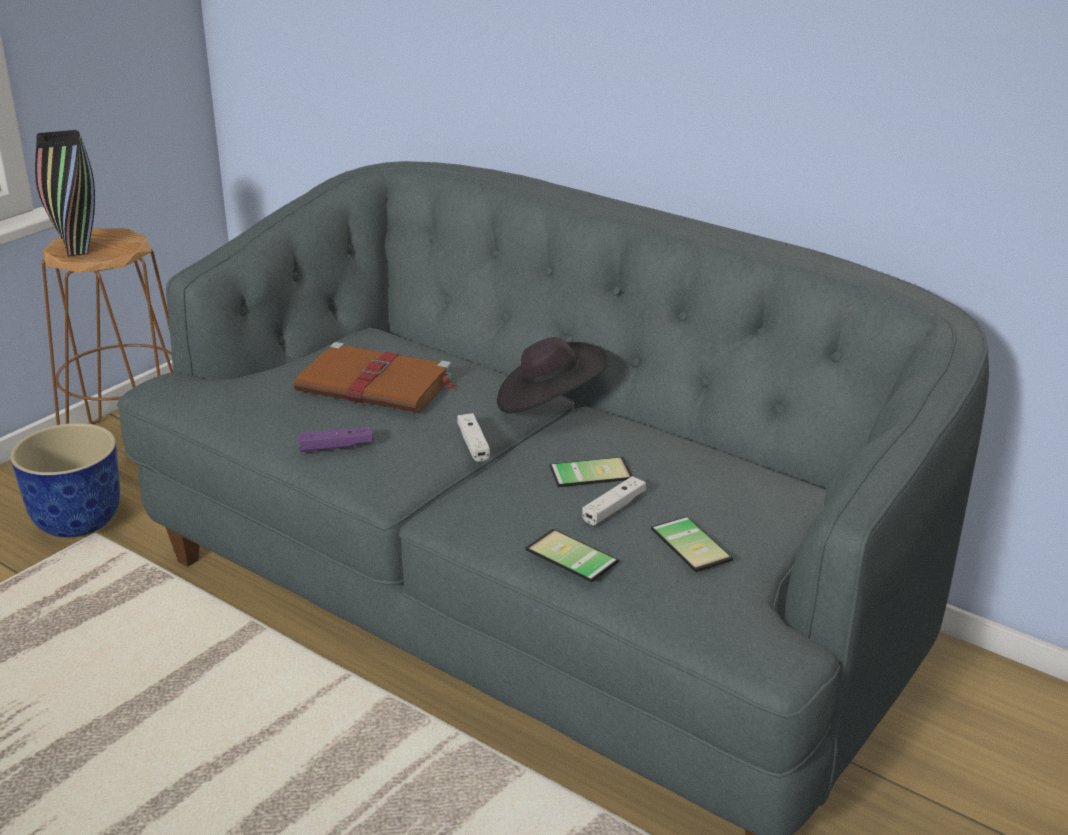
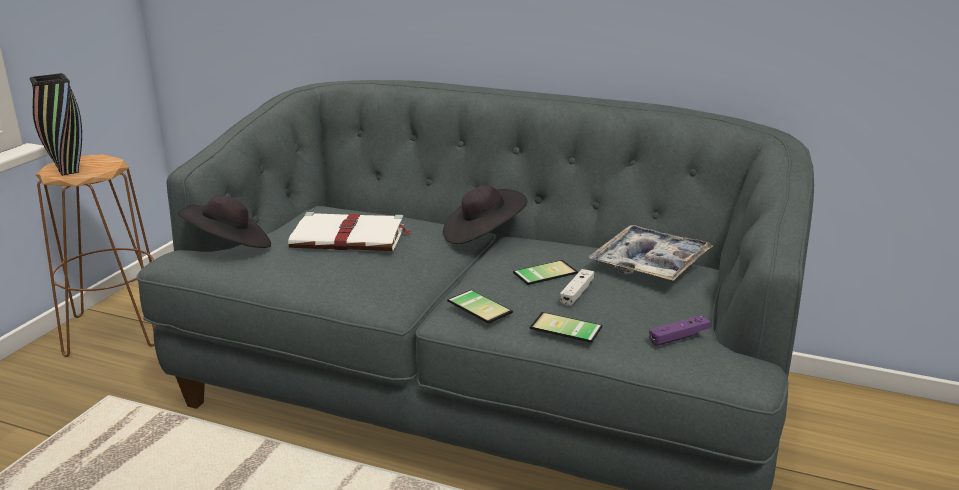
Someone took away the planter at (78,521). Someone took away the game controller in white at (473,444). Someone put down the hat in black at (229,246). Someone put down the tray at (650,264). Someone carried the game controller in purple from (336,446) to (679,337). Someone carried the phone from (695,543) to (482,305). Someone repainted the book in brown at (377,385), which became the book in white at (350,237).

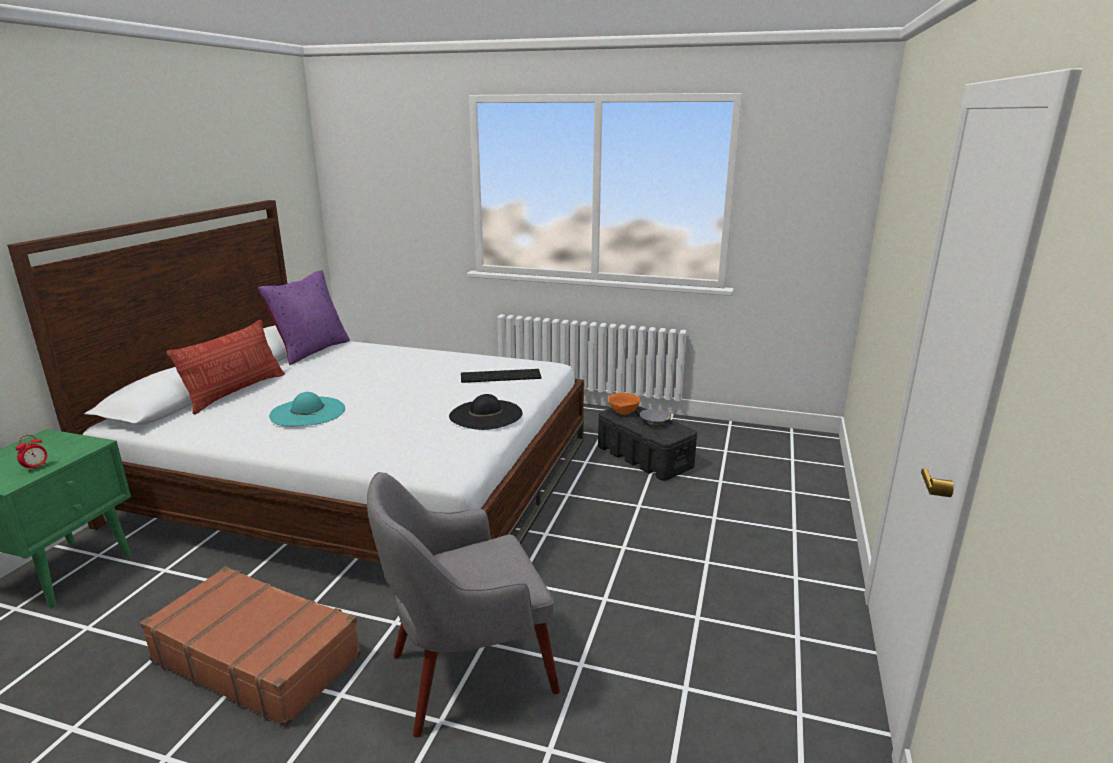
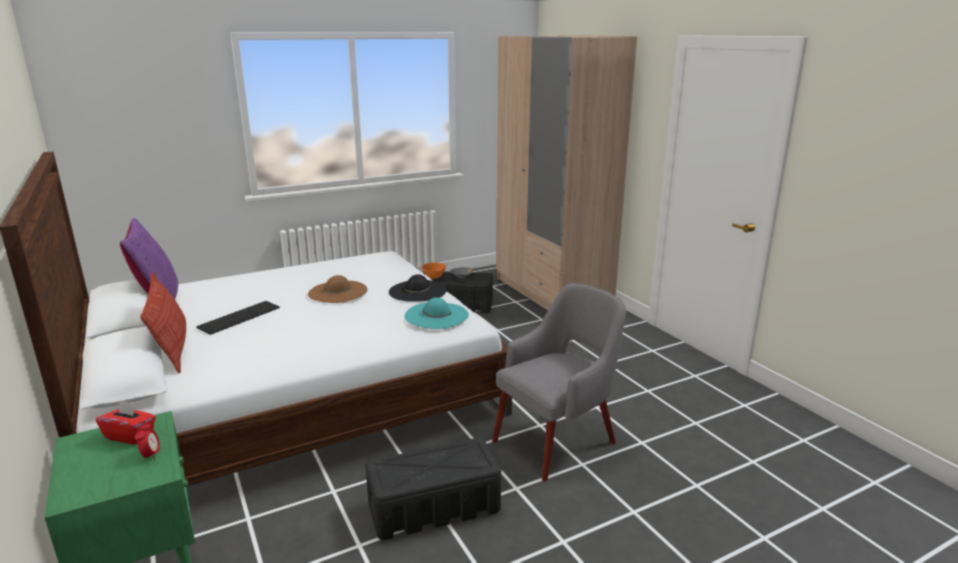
Someone put down the tissue box in red at (130,435). Someone put down the hat in brown at (337,292). Someone put down the wardrobe in beige at (552,293). Someone carried the hat in turquoise from (307,412) to (436,315). Someone carried the keyboard from (501,375) to (239,317). Someone swapped the suitcase in brown at (257,657) for the storage box in black at (433,507). Someone rotated the armchair in grey at (467,673) by 150 degrees counterclockwise.

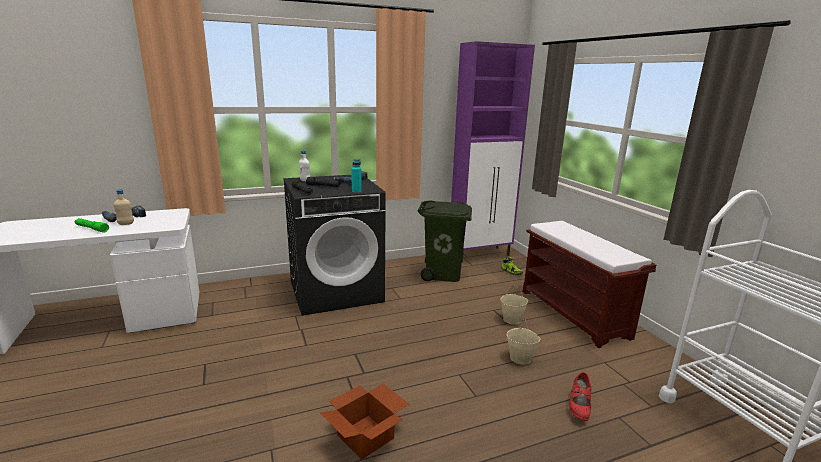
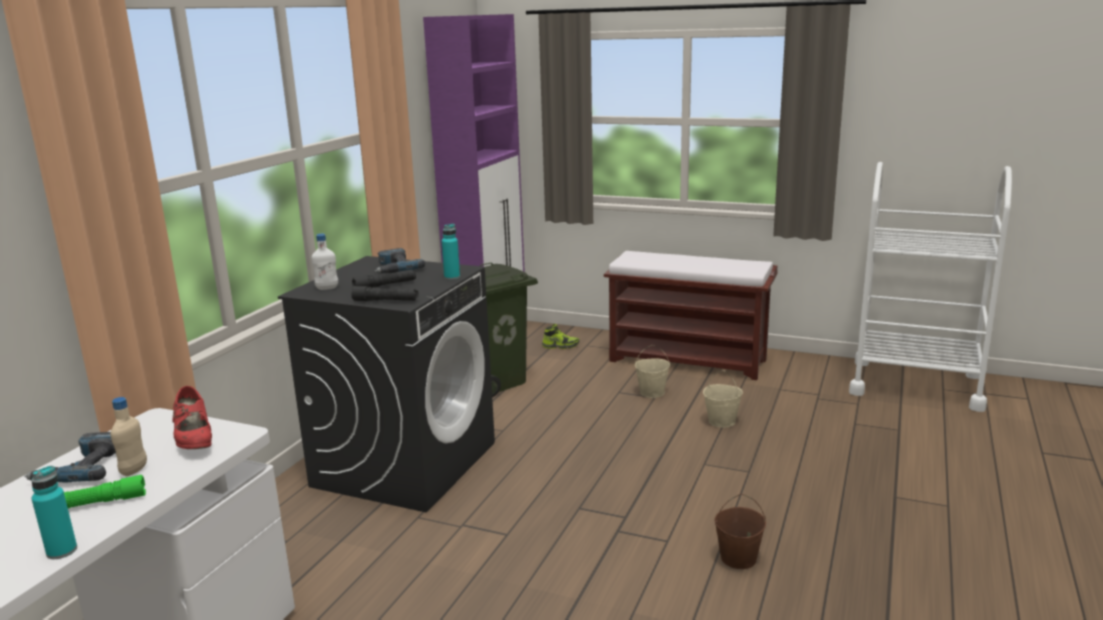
Someone put down the bottle in turquoise at (62,551). Someone carried the shoe in red from (579,407) to (194,441). Someone swapped the cardboard box at (367,436) for the bucket in brown at (738,558).

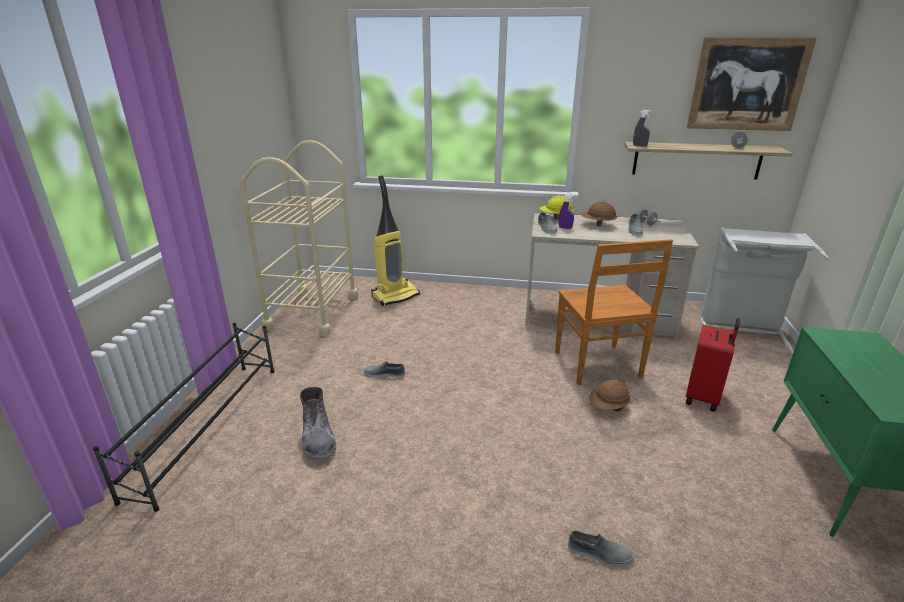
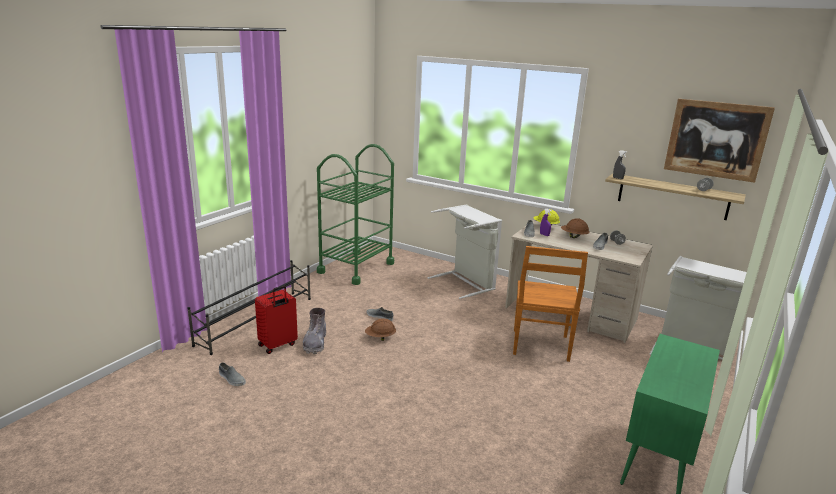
Someone took away the vacuum cleaner at (395,296). Someone put down the laundry basket in grey at (466,283). Someone carried the shoe in grey from (600,554) to (231,379). Someone carried the hard hat in brown from (608,407) to (380,338). Someone carried the suitcase in red from (703,397) to (278,345). Someone repainted the cart in beige at (313,312), which became the cart in green at (356,268).

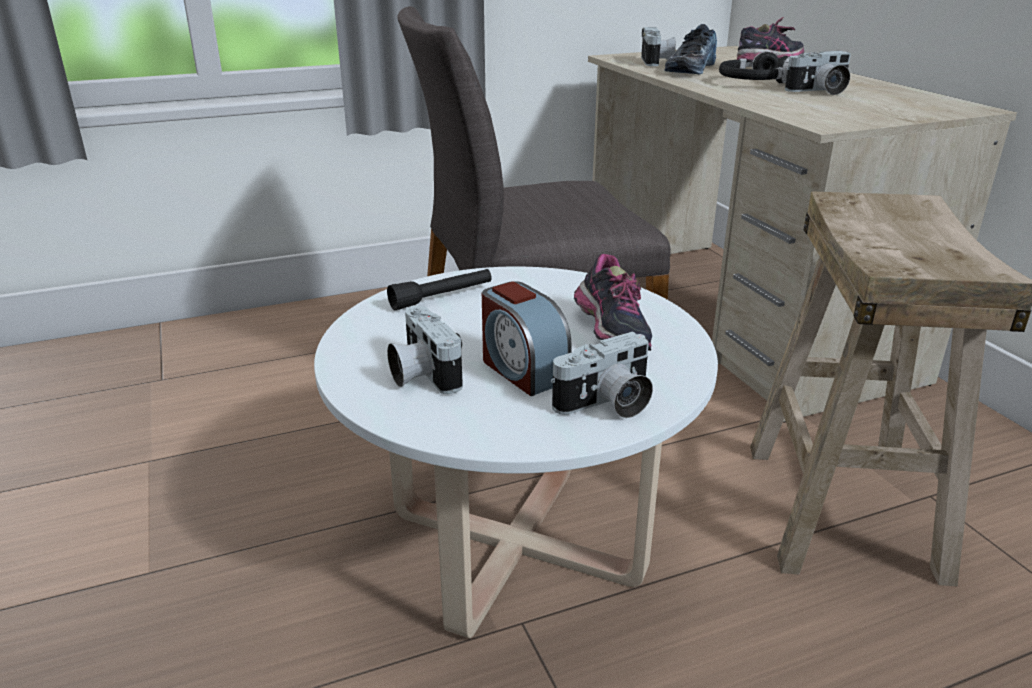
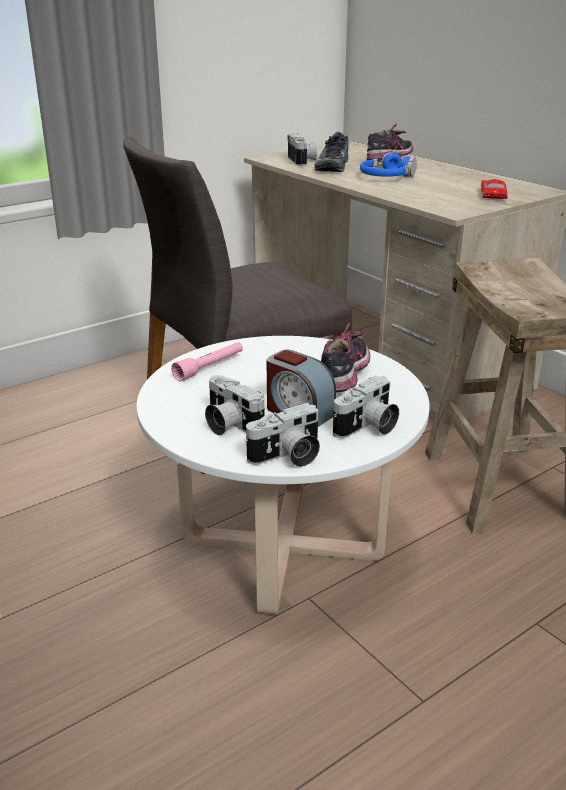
Someone put down the toy car in red at (493,194). Someone carried the photo camera from (819,91) to (287,457). Someone repainted the flashlight in black at (442,297), which became the flashlight in pink at (209,367). Someone repainted the headphones in black at (754,82), which became the headphones in blue at (386,177). Someone rotated the shoe at (610,334) by 135 degrees counterclockwise.

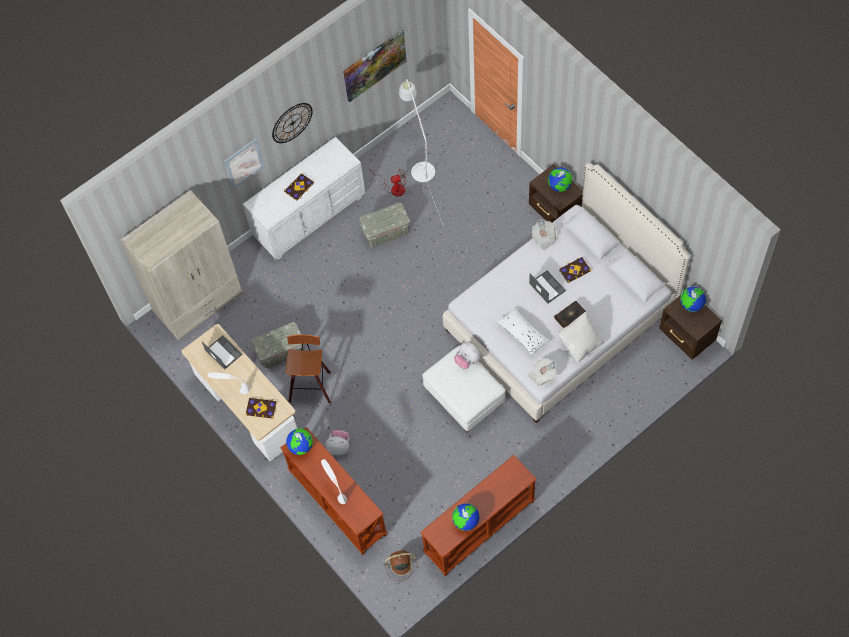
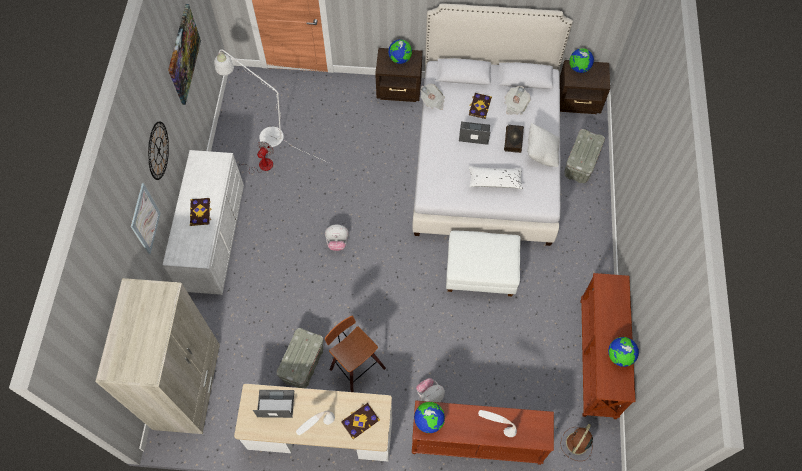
Someone carried the storage box in grey from (385,233) to (580,165). Someone carried the plush toy from (467,360) to (337,242). Someone carried the newspaper from (542,374) to (515,105).

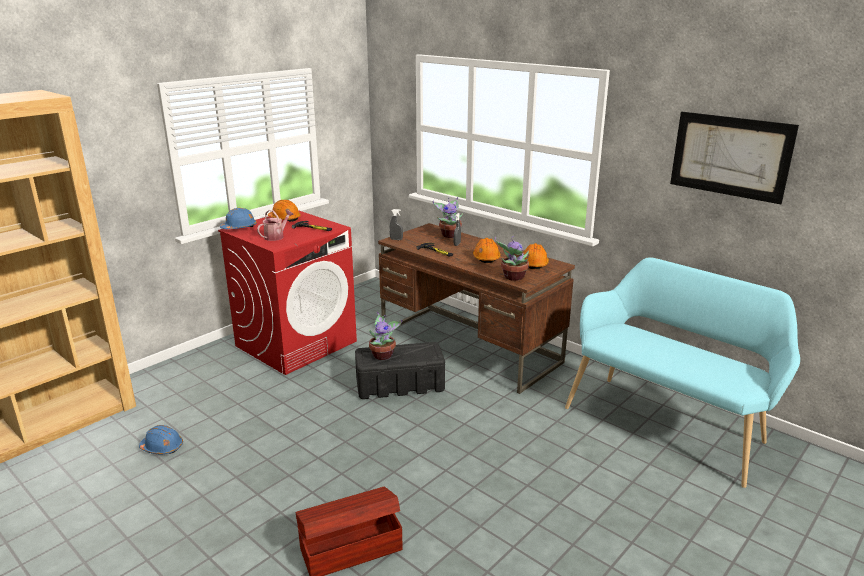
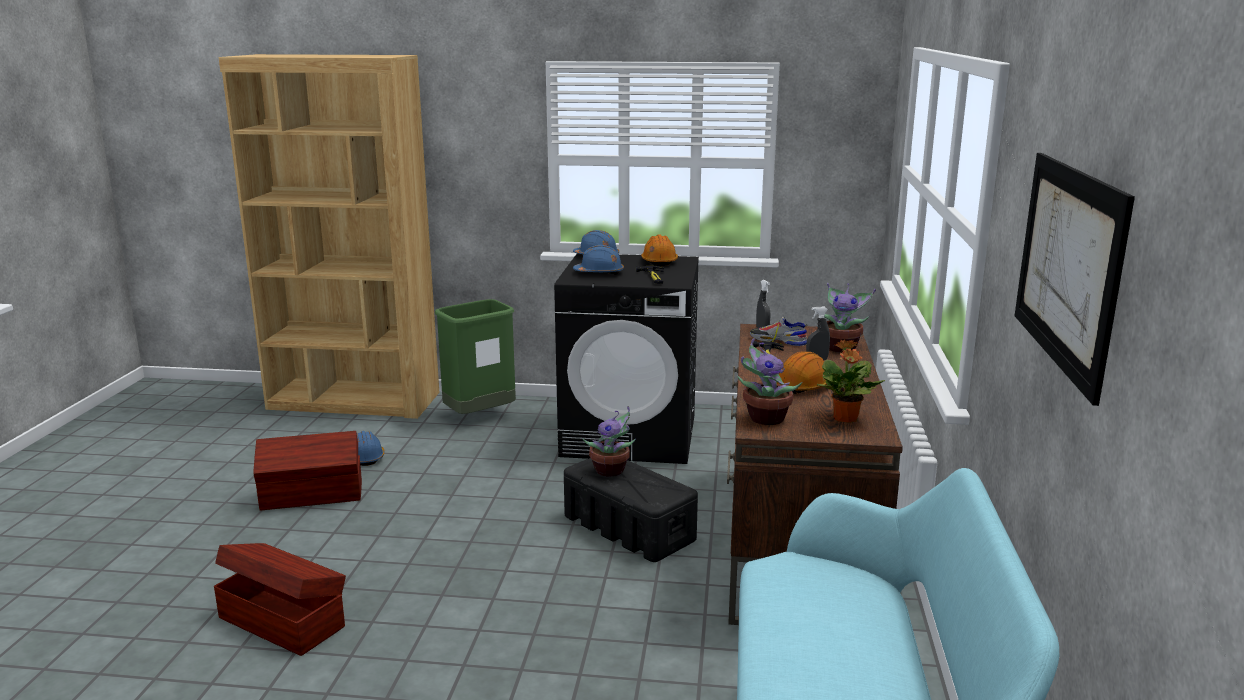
Someone put down the storage box in brown at (313,496). Someone put down the trash can in green at (480,416). Someone put down the shoe at (778,341). Someone swapped the watering can at (276,236) for the hard hat in blue at (599,273). Someone swapped the hard hat in orange at (534,264) for the potted plant at (845,419). Someone repainted the washing machine in red at (296,343), which became the washing machine in black at (630,436).

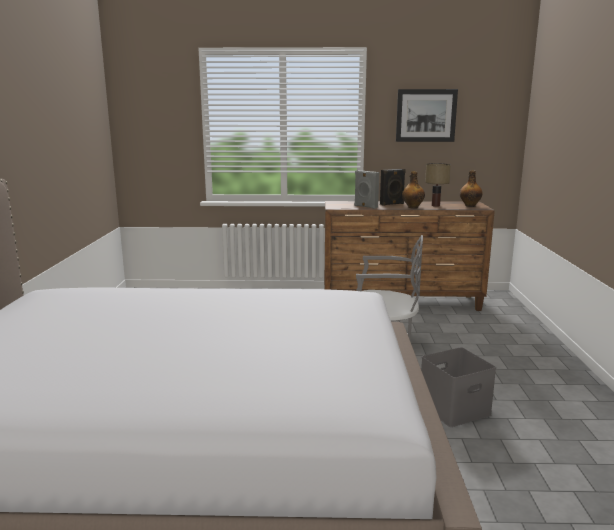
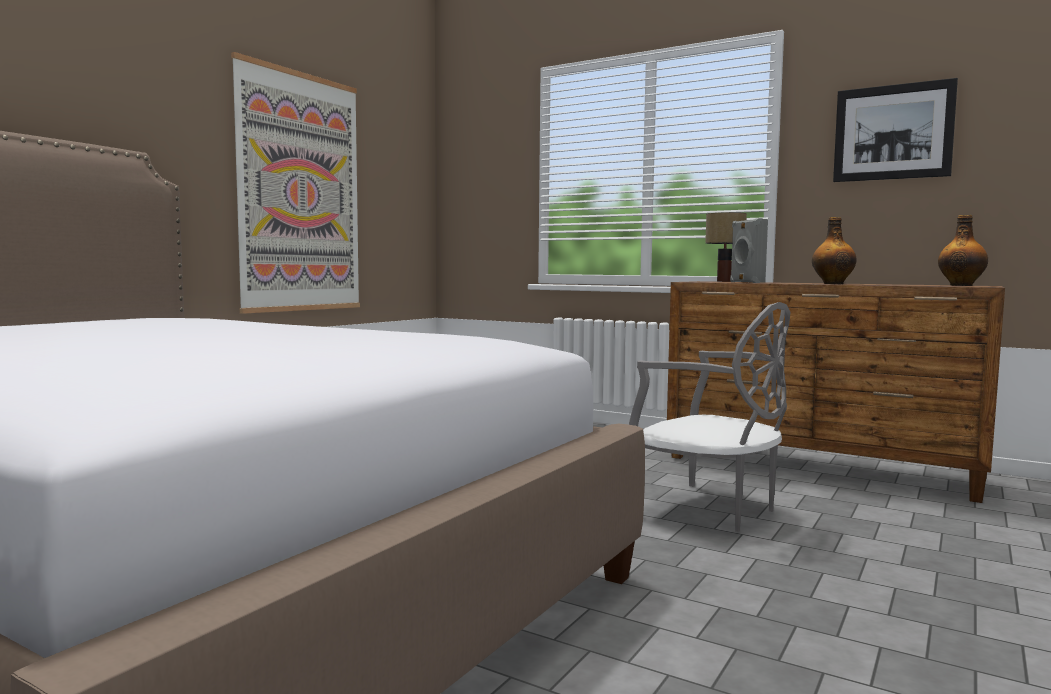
Someone took away the speaker in black at (392,204). Someone took away the storage box in grey at (454,408). Someone put up the picture at (300,193). Someone carried the table lamp from (435,205) to (723,281).

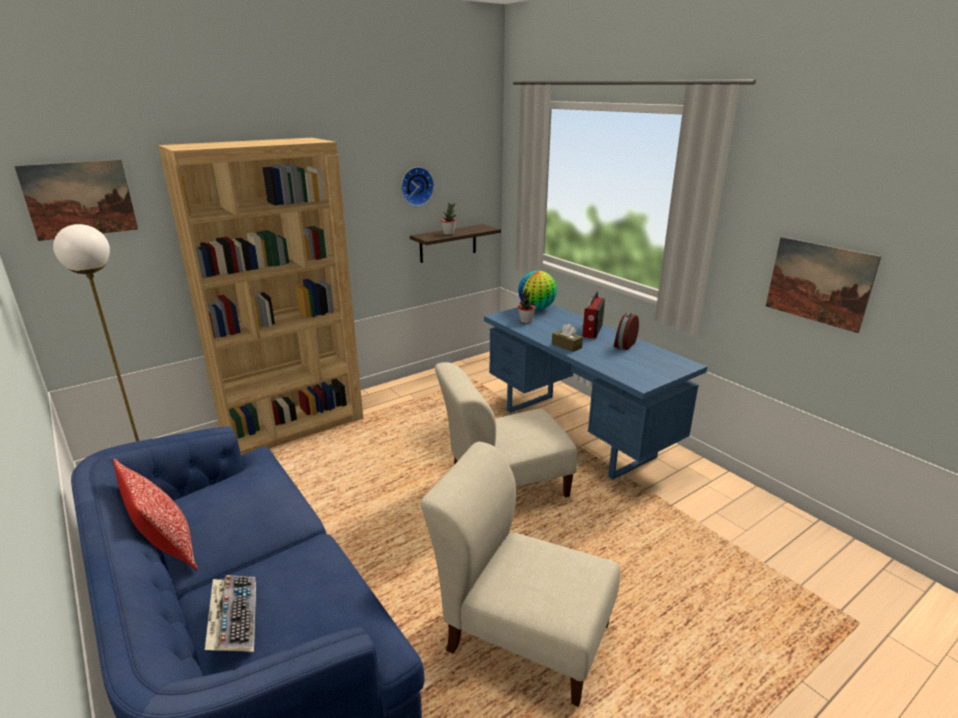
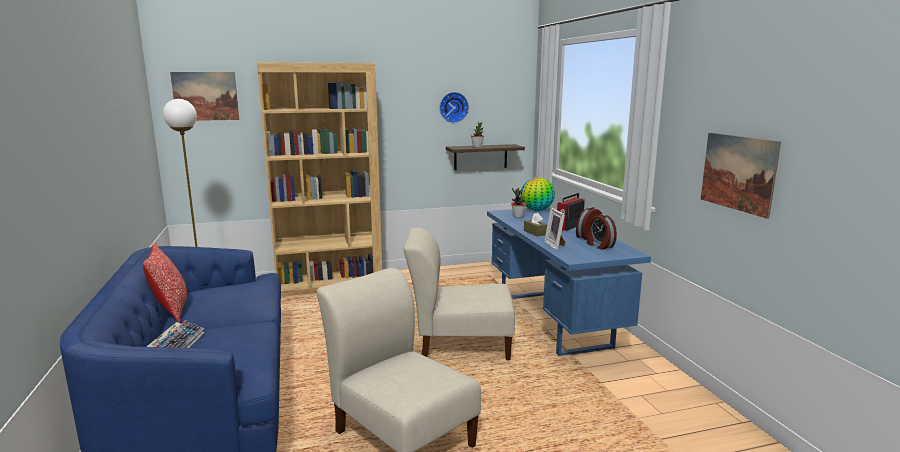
Someone put down the picture frame at (556,245). Someone put down the alarm clock at (599,246).

